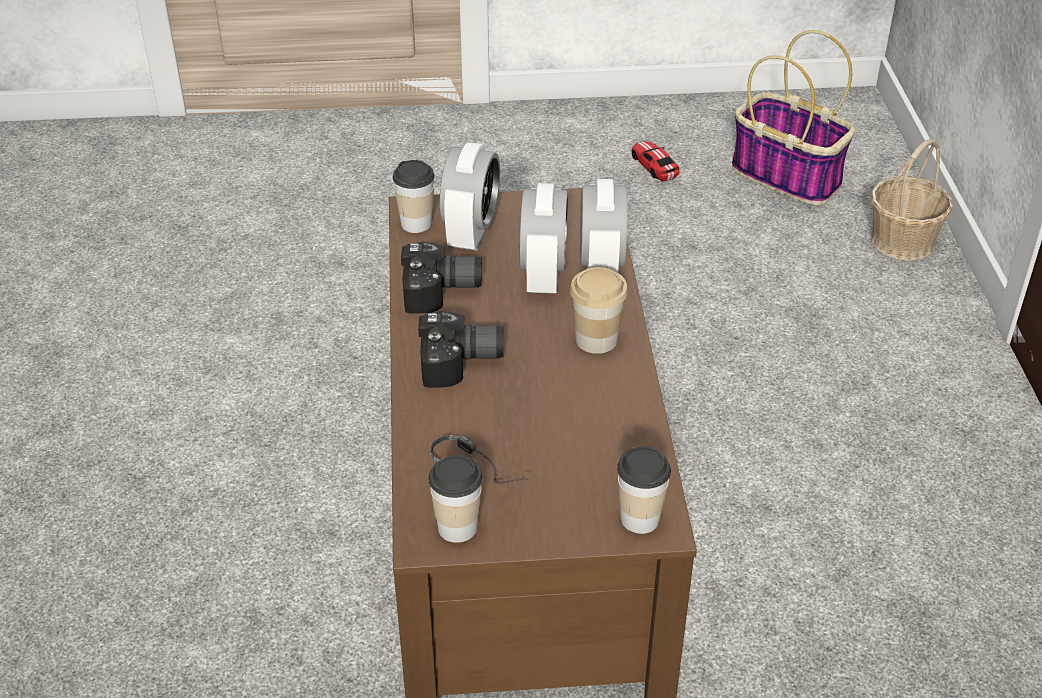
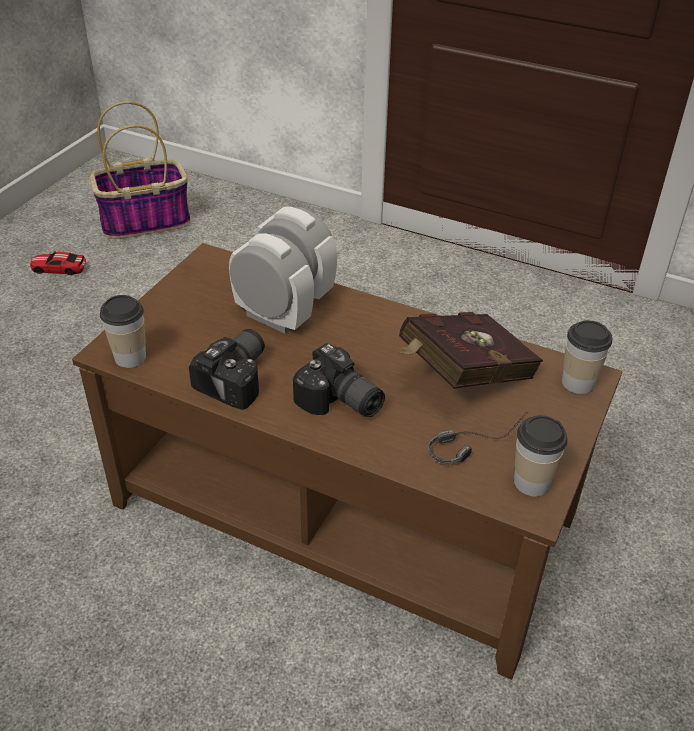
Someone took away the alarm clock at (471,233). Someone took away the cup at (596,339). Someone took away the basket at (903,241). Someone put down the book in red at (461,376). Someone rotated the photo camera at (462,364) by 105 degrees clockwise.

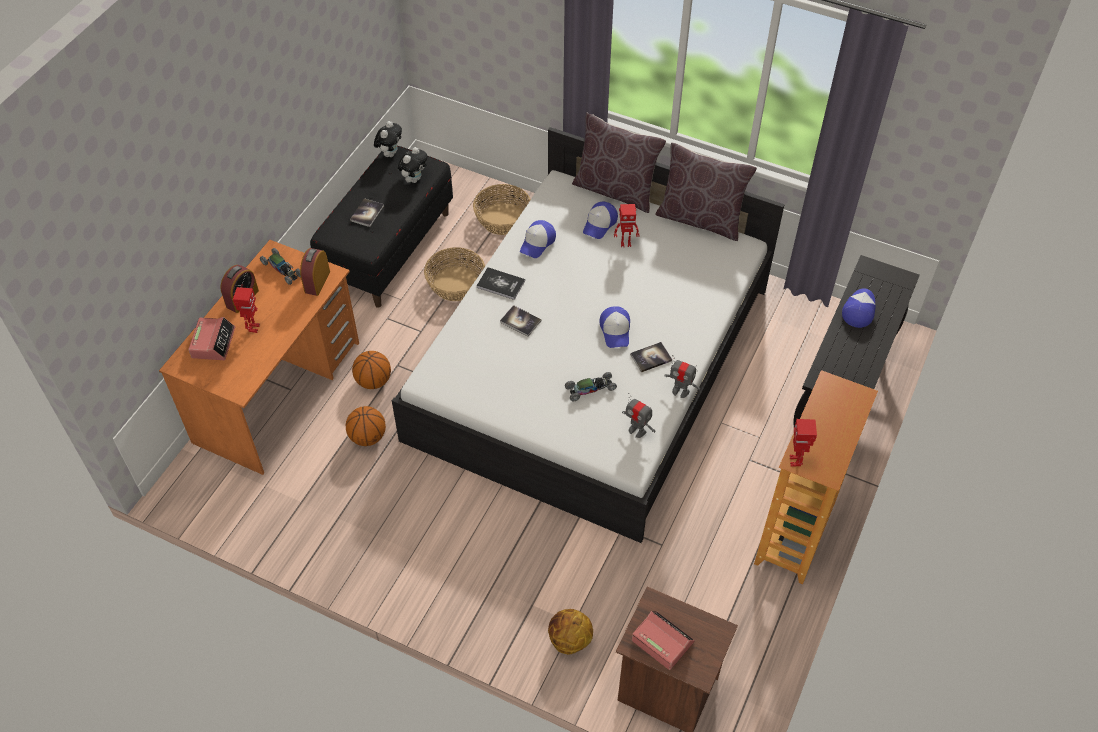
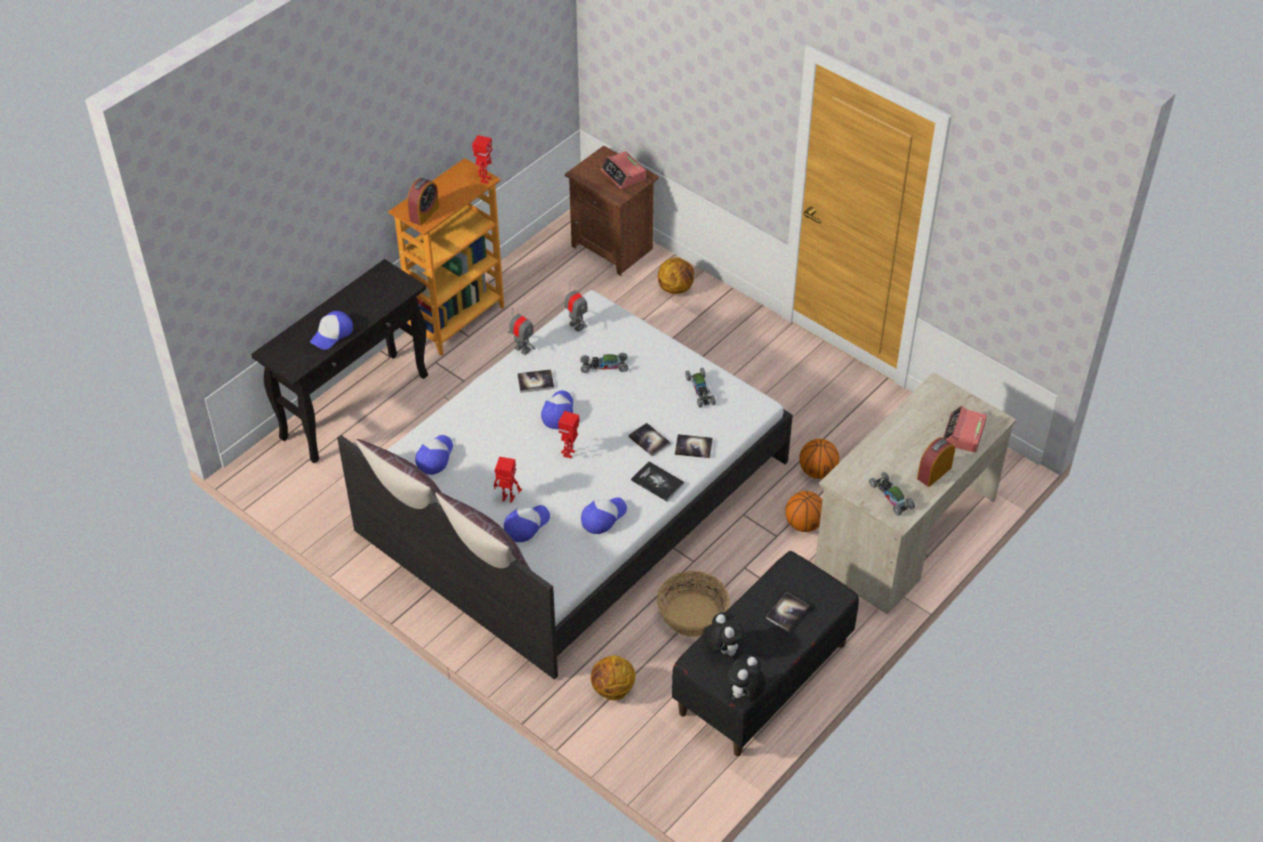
Someone put down the cap at (435,457). Someone put down the book at (693,447). Someone put down the toy car at (700,390). Someone carried the toy robot from (253,328) to (569,453). Someone carried the alarm clock from (317,282) to (424,213). Someone swapped the basket at (503,219) for the basketball at (613,690). Someone repainted the desk in orange at (278,392), which became the desk in beige at (905,533). Someone rotated the plush toy at (414,179) by 105 degrees clockwise.

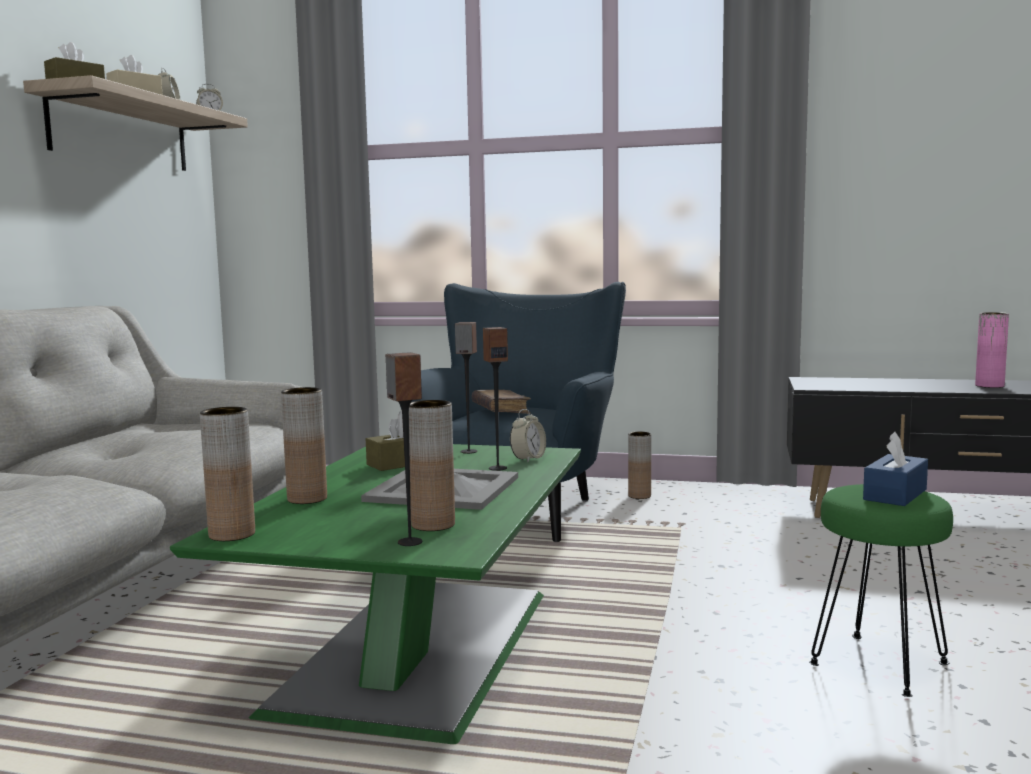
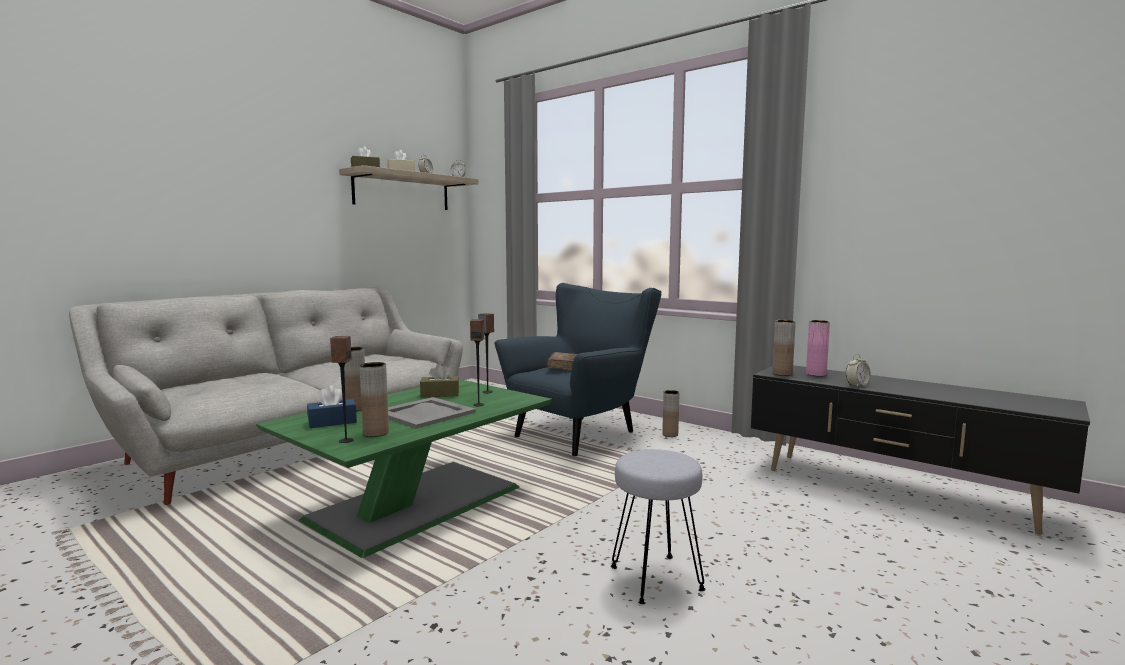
Someone carried the vase in brown from (232,534) to (782,373). Someone carried the alarm clock from (528,459) to (857,385). Someone carried the tissue box in blue from (895,494) to (332,422). Someone carried the vase in pink from (989,386) to (816,374). Someone repainted the stool in green at (878,665), which became the stool in grey at (655,578).

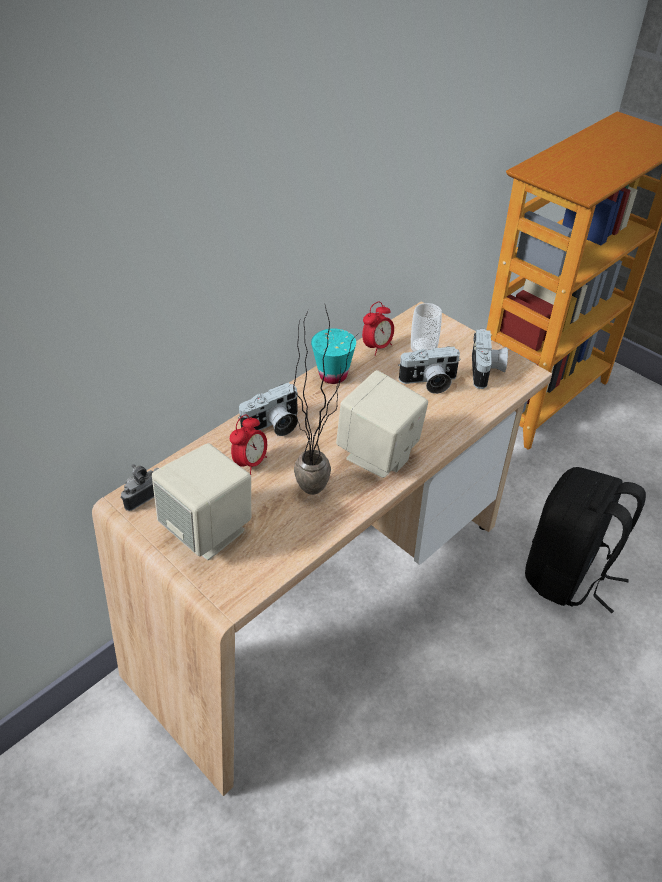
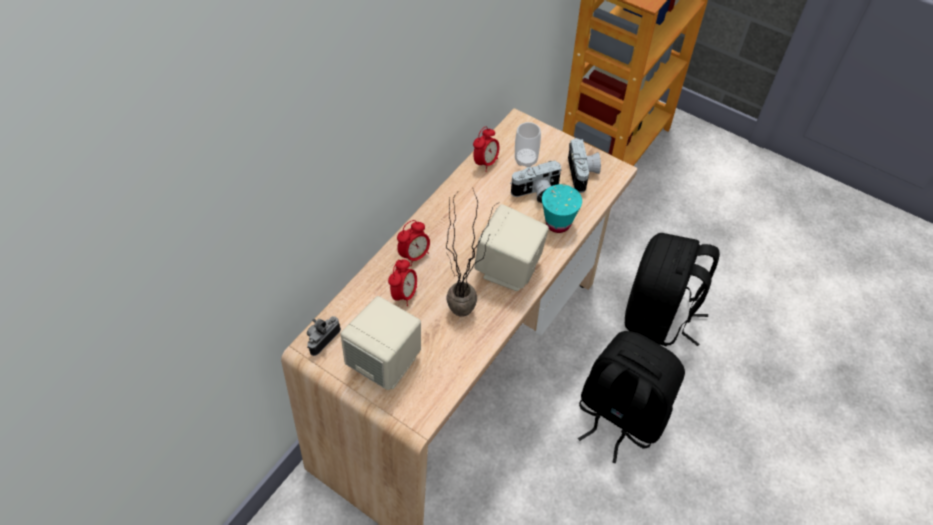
Someone put down the backpack in black at (619,415). Someone carried the cup in turquoise from (333,375) to (558,223). Someone swapped the photo camera at (273,426) for the alarm clock at (415,255).

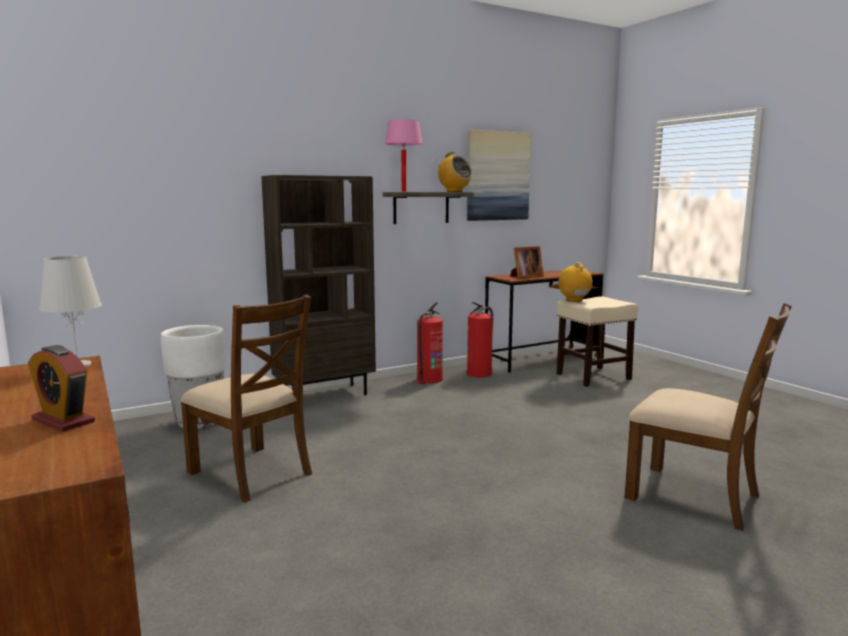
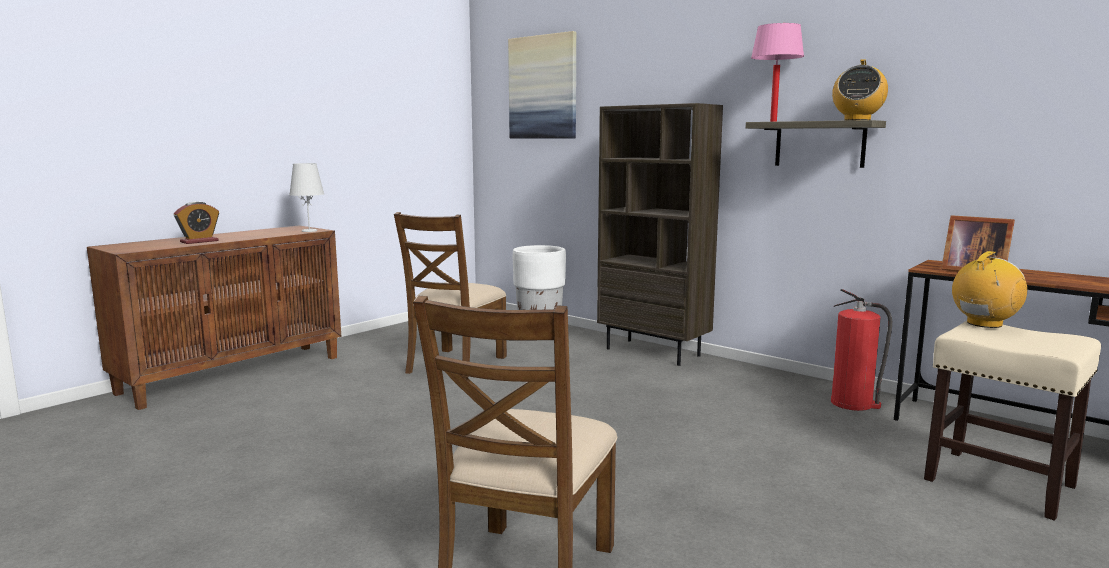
Someone took away the fire extinguisher at (429,379). Someone carried the picture from (497,176) to (543,87). Someone rotated the alarm clock at (63,421) by 150 degrees counterclockwise.

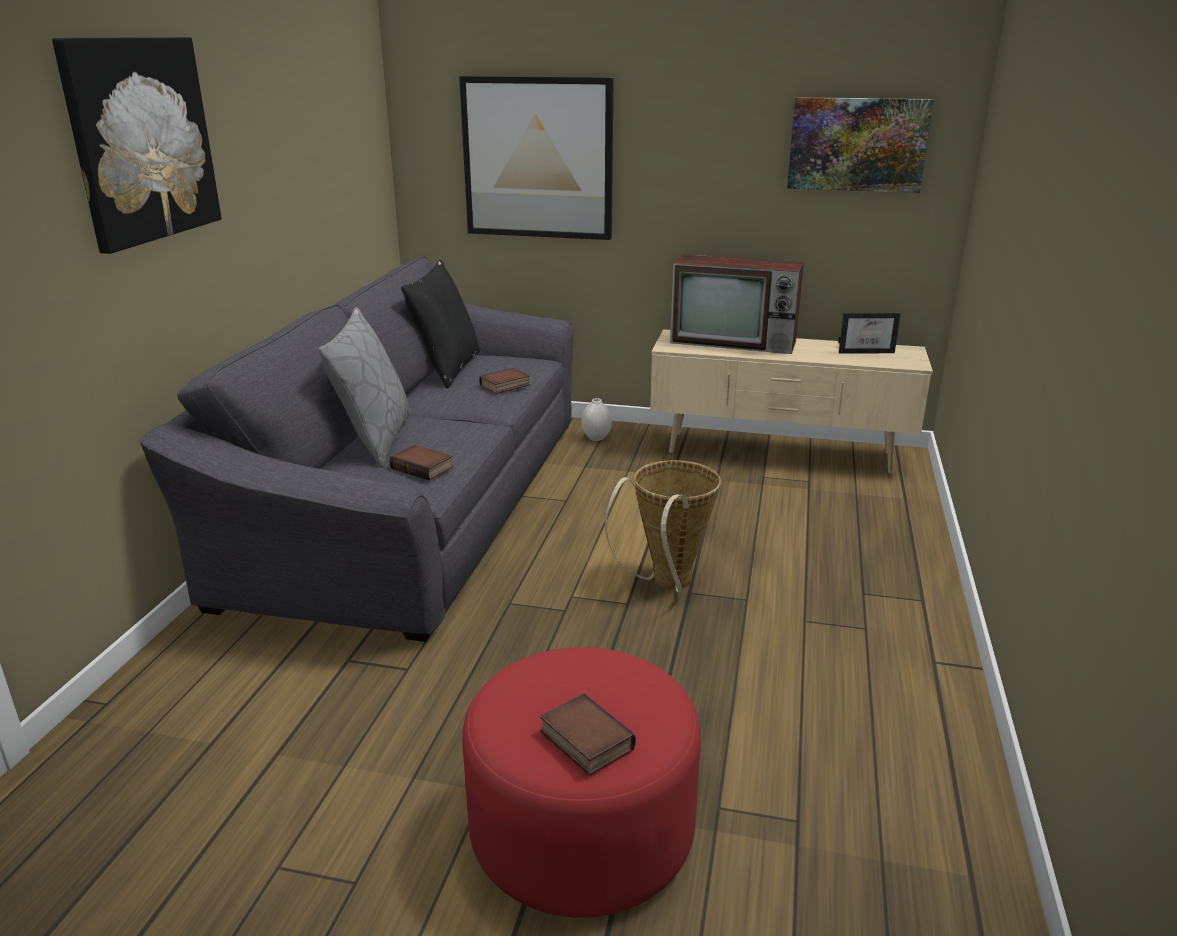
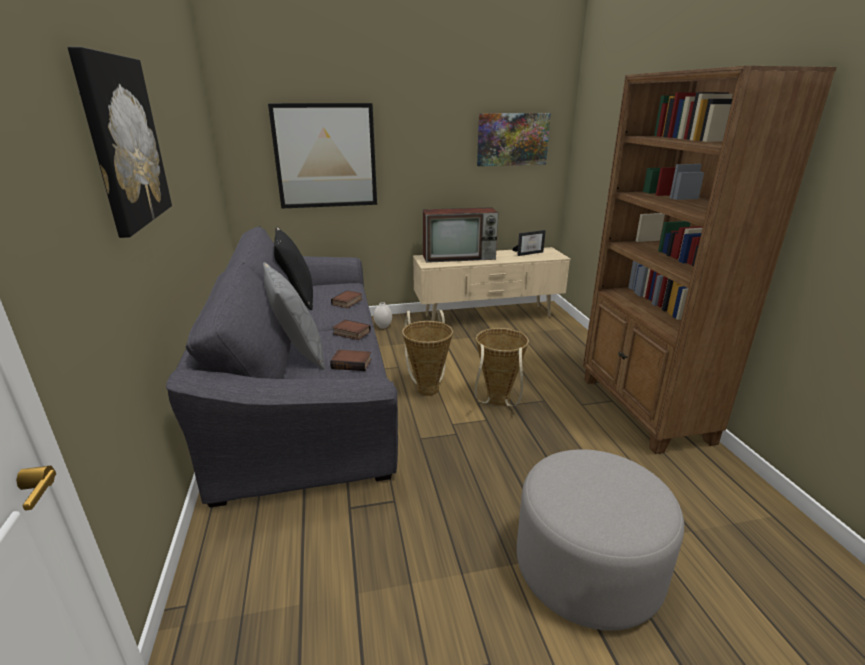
Someone put down the basket at (427,387). Someone put down the bookcase in brown at (643,410). Someone carried the book from (583,741) to (350,333). Someone repainted the ottoman in red at (582,832), which became the ottoman in grey at (587,568).

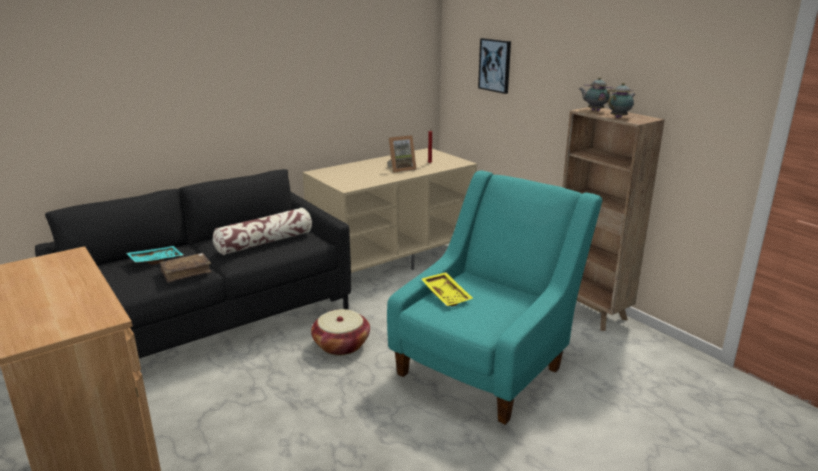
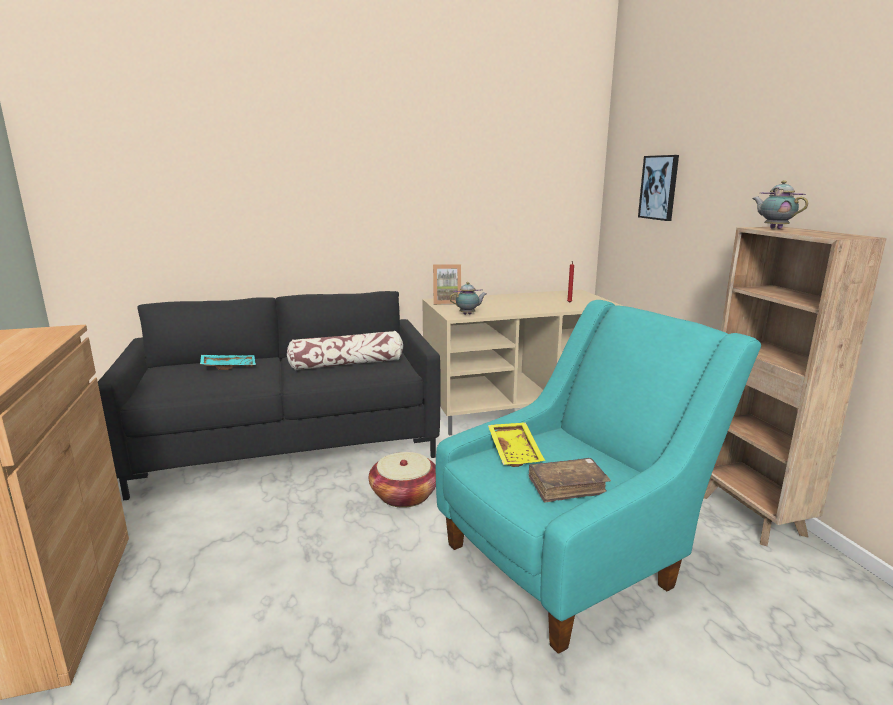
Someone carried the book in brown from (186,272) to (567,487). Someone carried the picture frame from (401,169) to (447,302). Someone carried the teapot from (619,117) to (468,314).

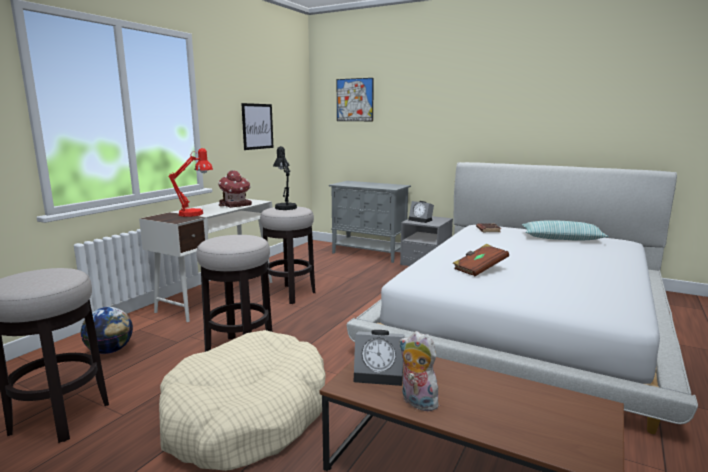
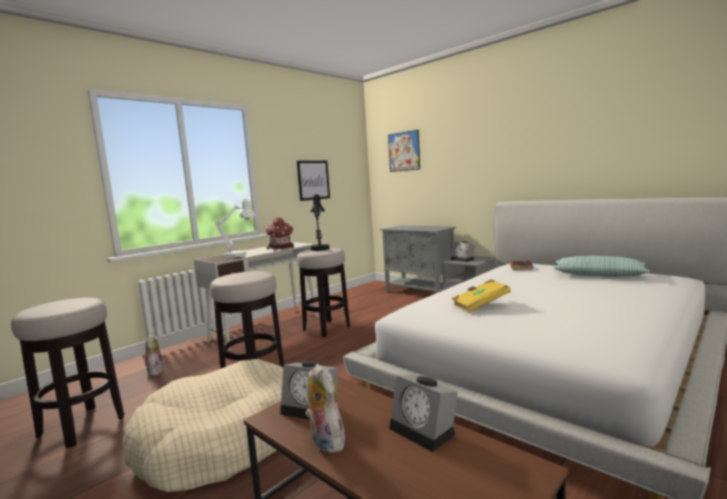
Someone put down the alarm clock at (425,430). Someone swapped the globe at (110,351) for the plush toy at (154,371). Someone repainted the table lamp in red at (195,213), which became the table lamp in white at (240,255). Someone repainted the book in brown at (479,269), which became the book in yellow at (480,305).

